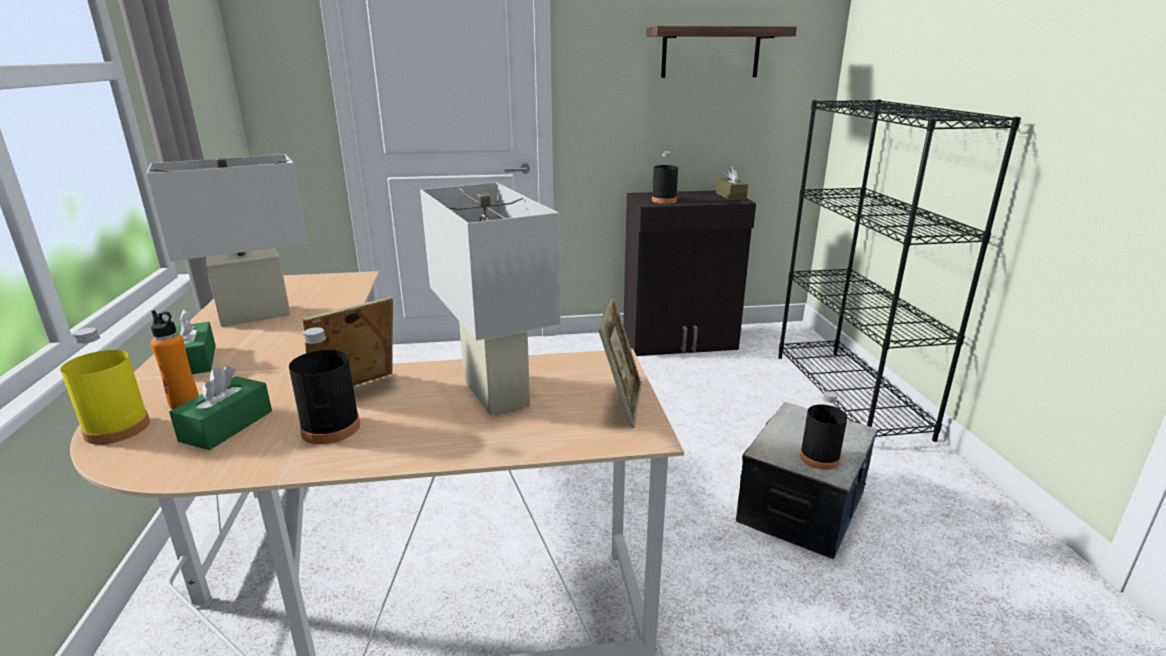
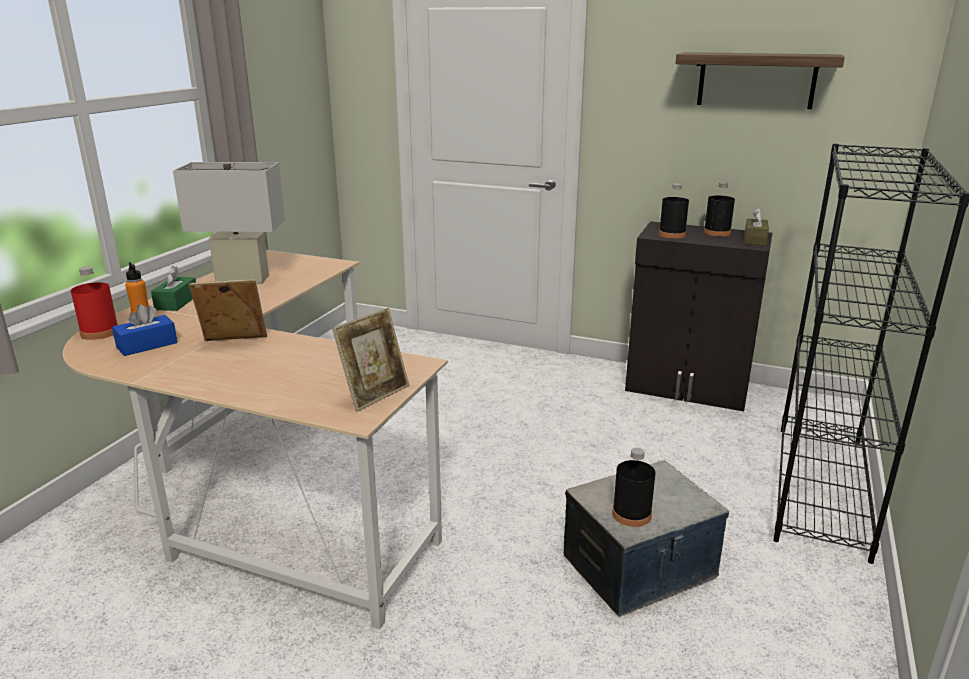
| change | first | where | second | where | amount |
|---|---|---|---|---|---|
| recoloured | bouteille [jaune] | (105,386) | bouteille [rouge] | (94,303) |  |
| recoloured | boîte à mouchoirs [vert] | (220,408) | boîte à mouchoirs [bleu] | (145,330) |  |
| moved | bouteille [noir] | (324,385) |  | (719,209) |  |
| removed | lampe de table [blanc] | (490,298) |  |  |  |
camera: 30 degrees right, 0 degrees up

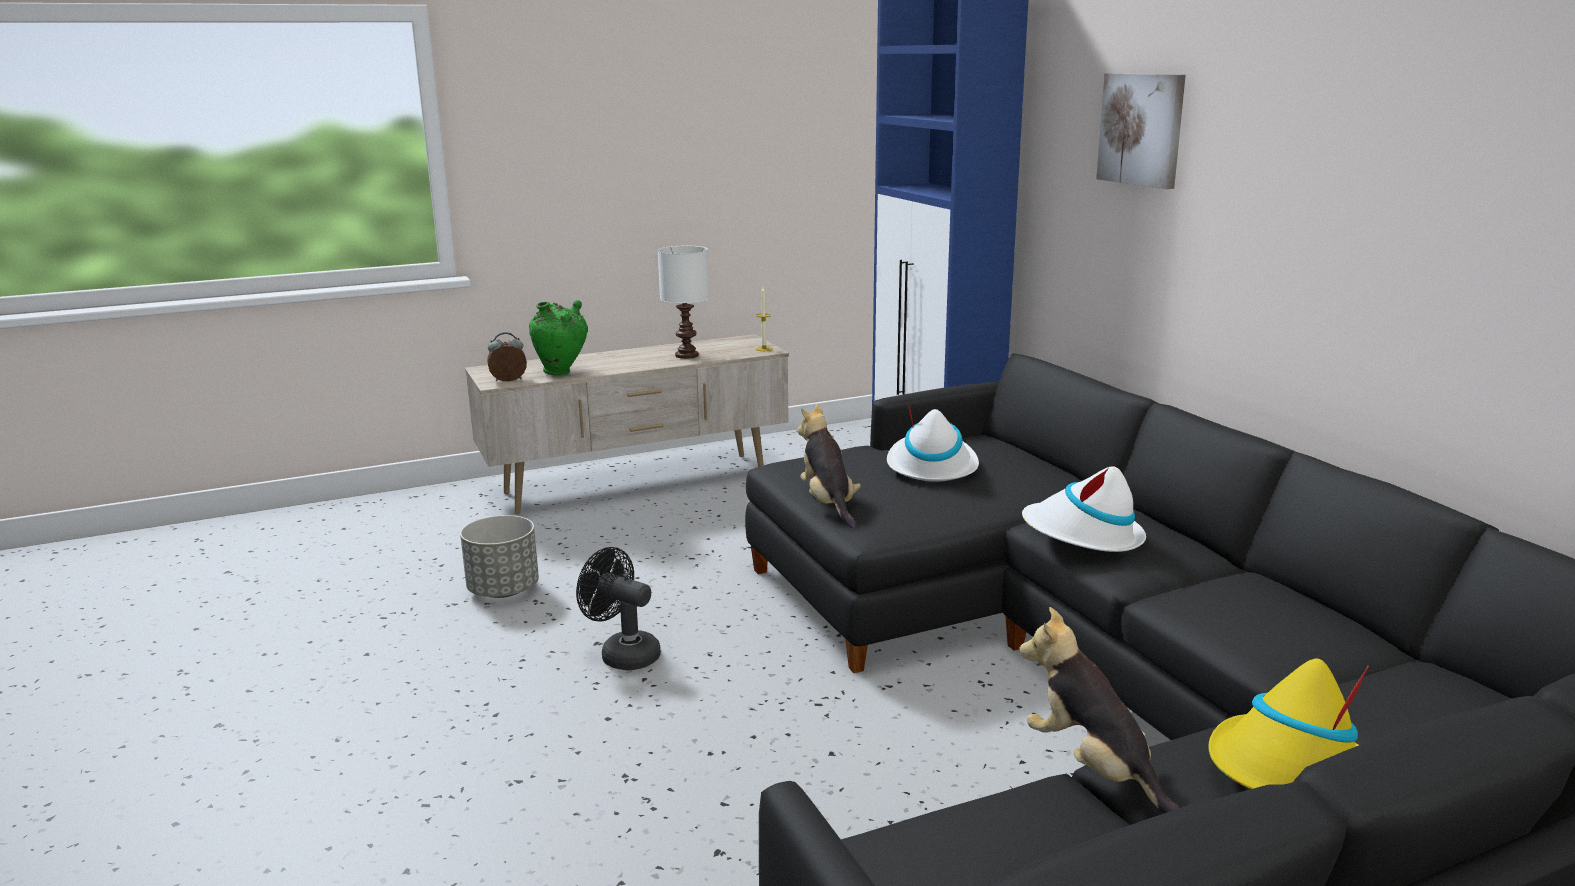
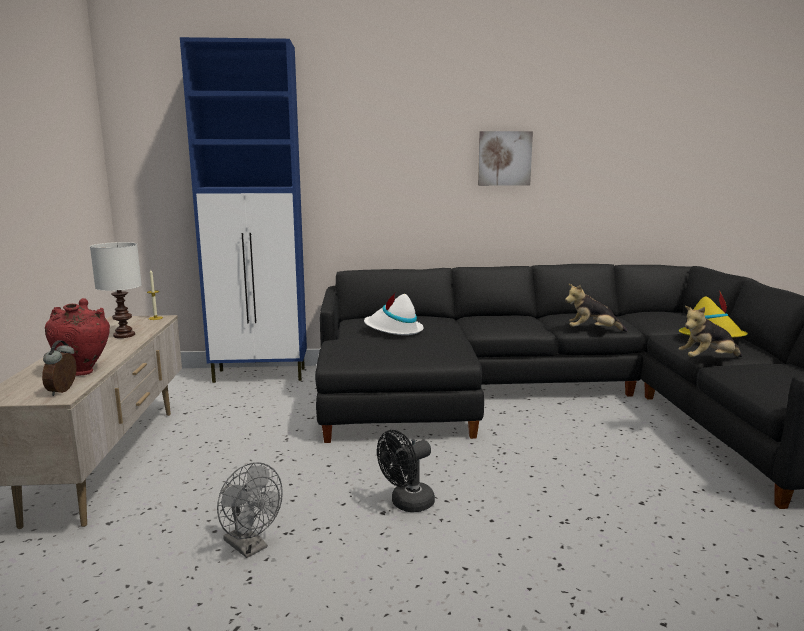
| change | first | where | second | where | amount |
|---|---|---|---|---|---|
| replaced | cache-pot [gris] | (499,556) | ventilateur [gris] | (250,510) |  |
| recoloured | vase [vert] | (558,337) | vase [rouge] | (77,337) |  |
| moved | peluche | (829,466) |  | (596,308) |  |
| removed | chapeau [blanc] | (1084,509) |  |  |  |
| moved | tableau | (1141,131) |  | (505,158) |  |
camera: 70 degrees left, 5 degrees down

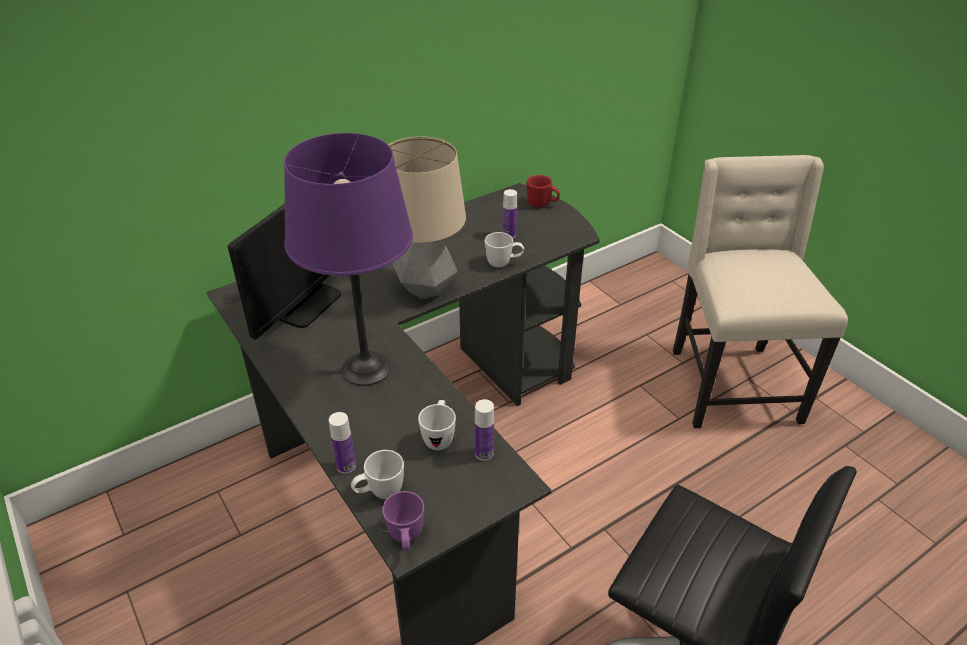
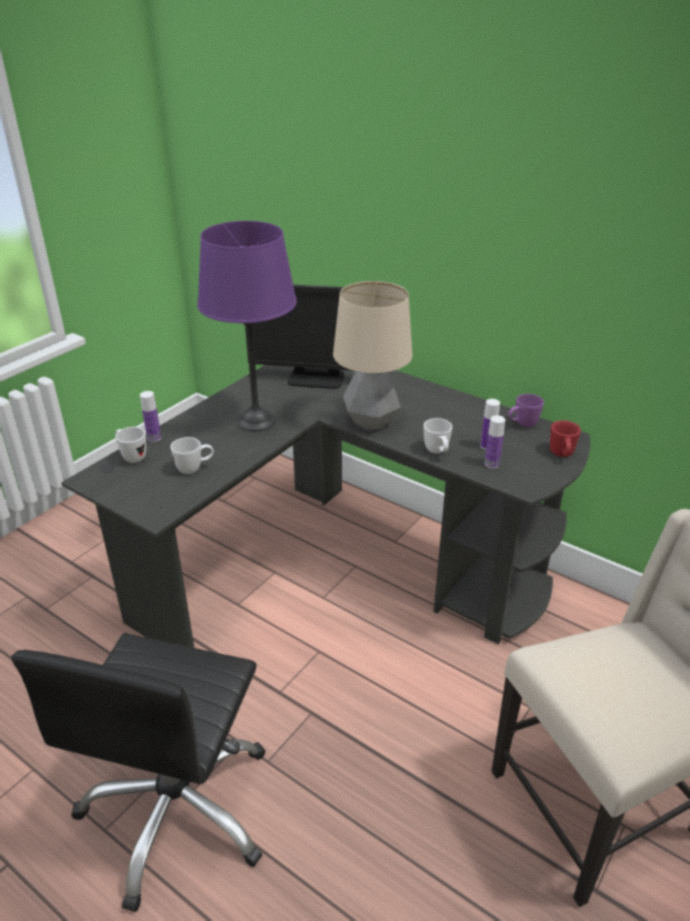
| change | first | where | second | where | amount |
|---|---|---|---|---|---|
| moved | mug [violet] | (403,521) |  | (526,410) |  |
| moved | bouteille | (484,430) |  | (495,441) |  |
camera: 70 degrees right, 5 degrees down

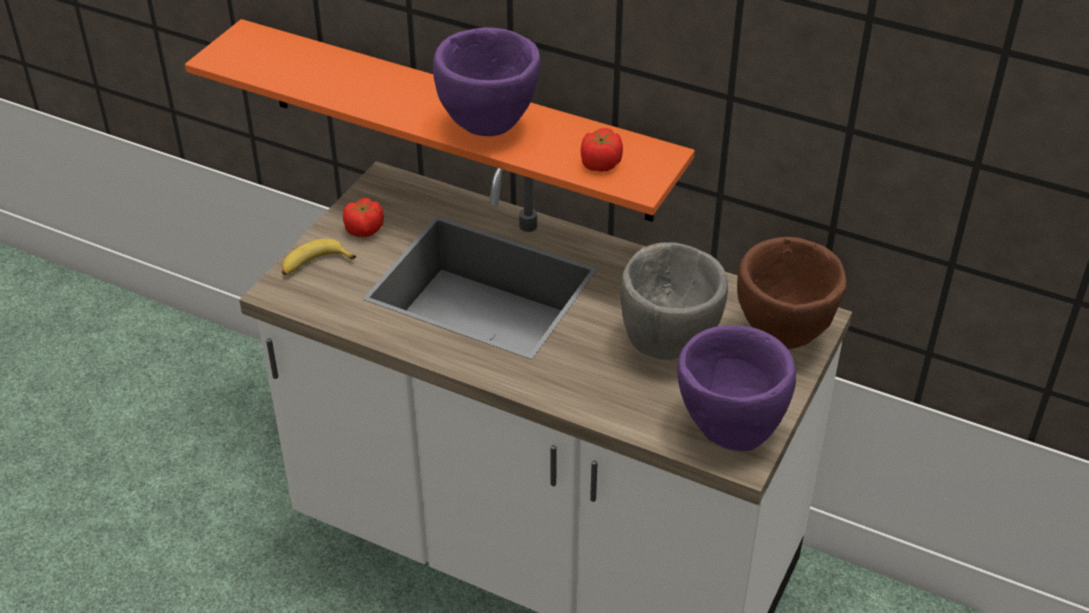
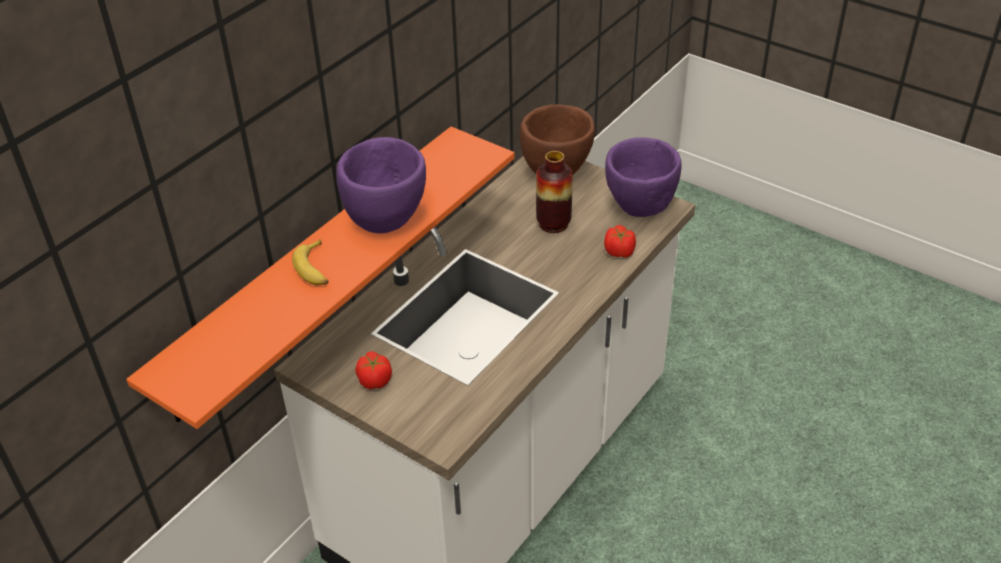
| change | first | where | second | where | amount |
|---|---|---|---|---|---|
| moved | banane | (319,257) |  | (310,262) |  |
| moved | tomate | (602,150) |  | (620,241) |  |
| replaced | bol [gris] | (674,301) | vase | (554,192) |  |
camera: 80 degrees left, 0 degrees up

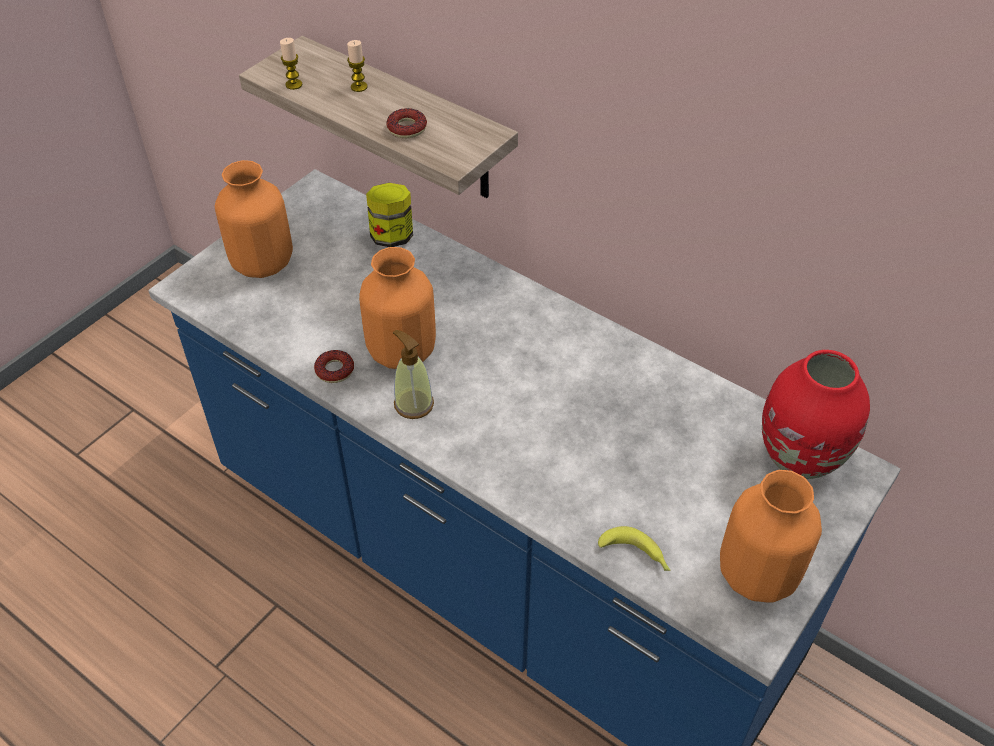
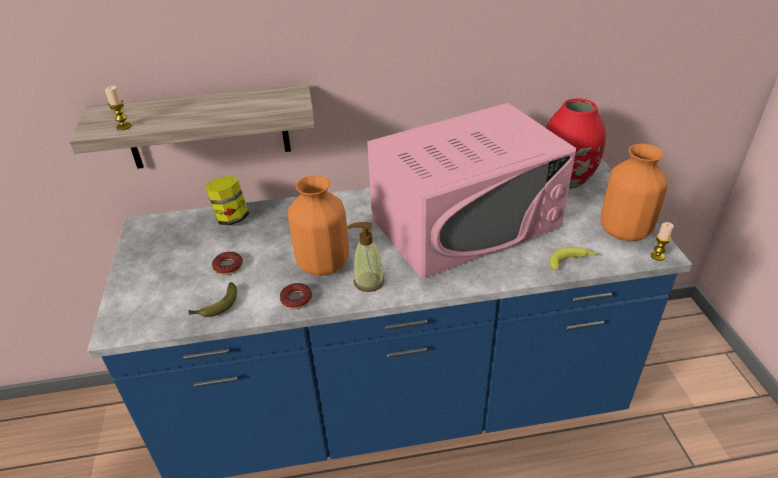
| change | first | where | second | where | amount |
|---|---|---|---|---|---|
| removed | vase [orange] | (254,219) |  |  |  |
| moved | bougie | (357,66) |  | (662,241) |  |
| moved | beignet | (406,123) |  | (227,263) |  |
| added |  |  | banane | (212,299) |  |
| added |  |  | micro-ondes [rose] | (471,191) |  |
camera: 45 degrees left, 10 degrees down

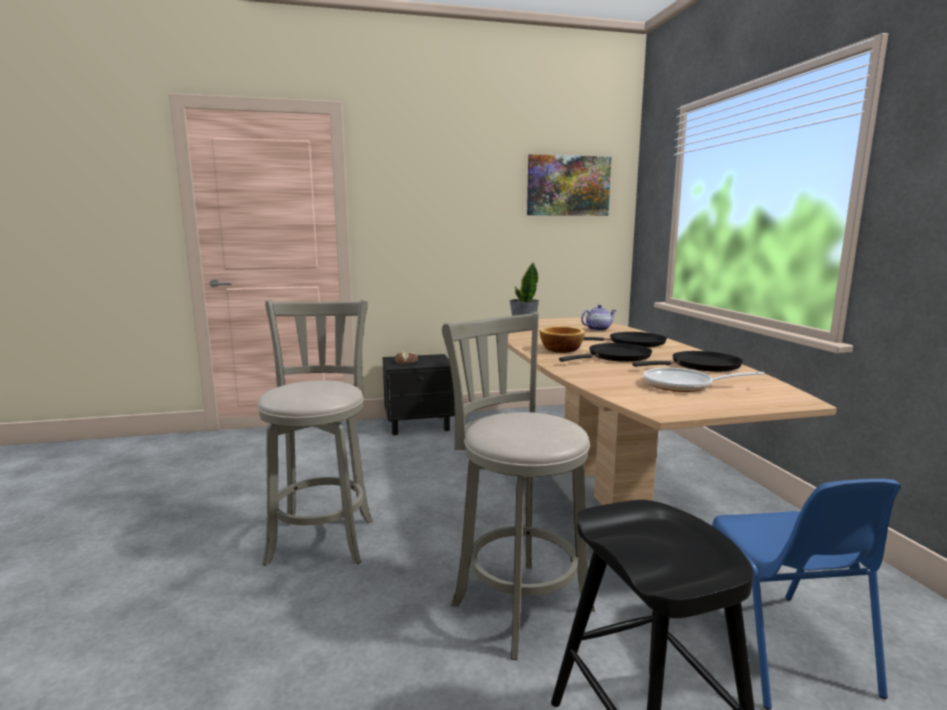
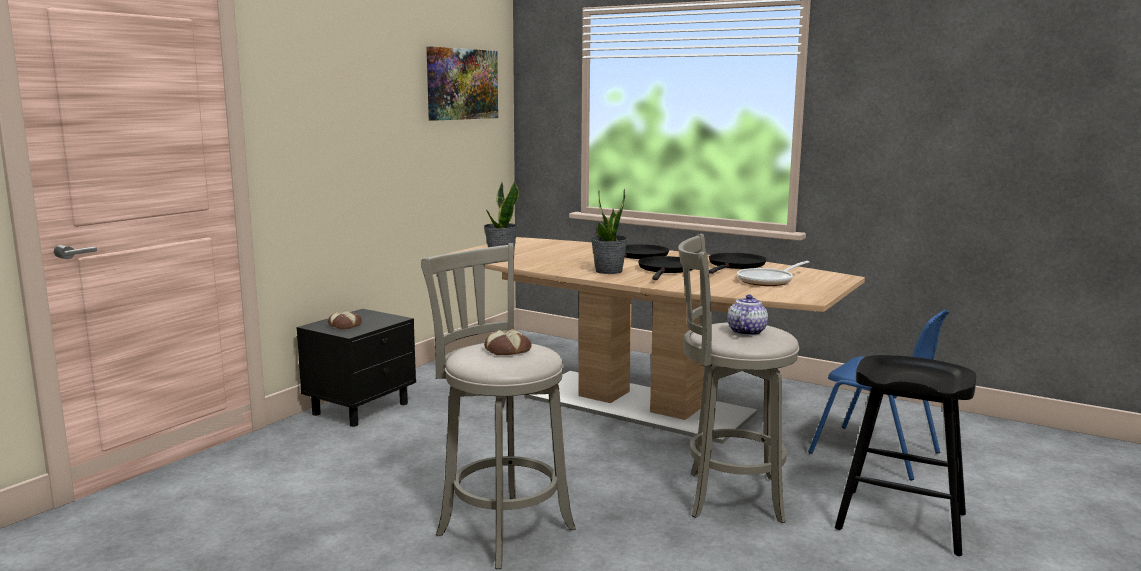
| change | first | where | second | where | amount |
|---|---|---|---|---|---|
| replaced | bol | (562,339) | plante en pot | (609,231) |  |
| moved | théière | (598,318) |  | (747,315) |  |
| added |  |  | pain | (508,342) |  |
camera: 45 degrees left, 0 degrees up

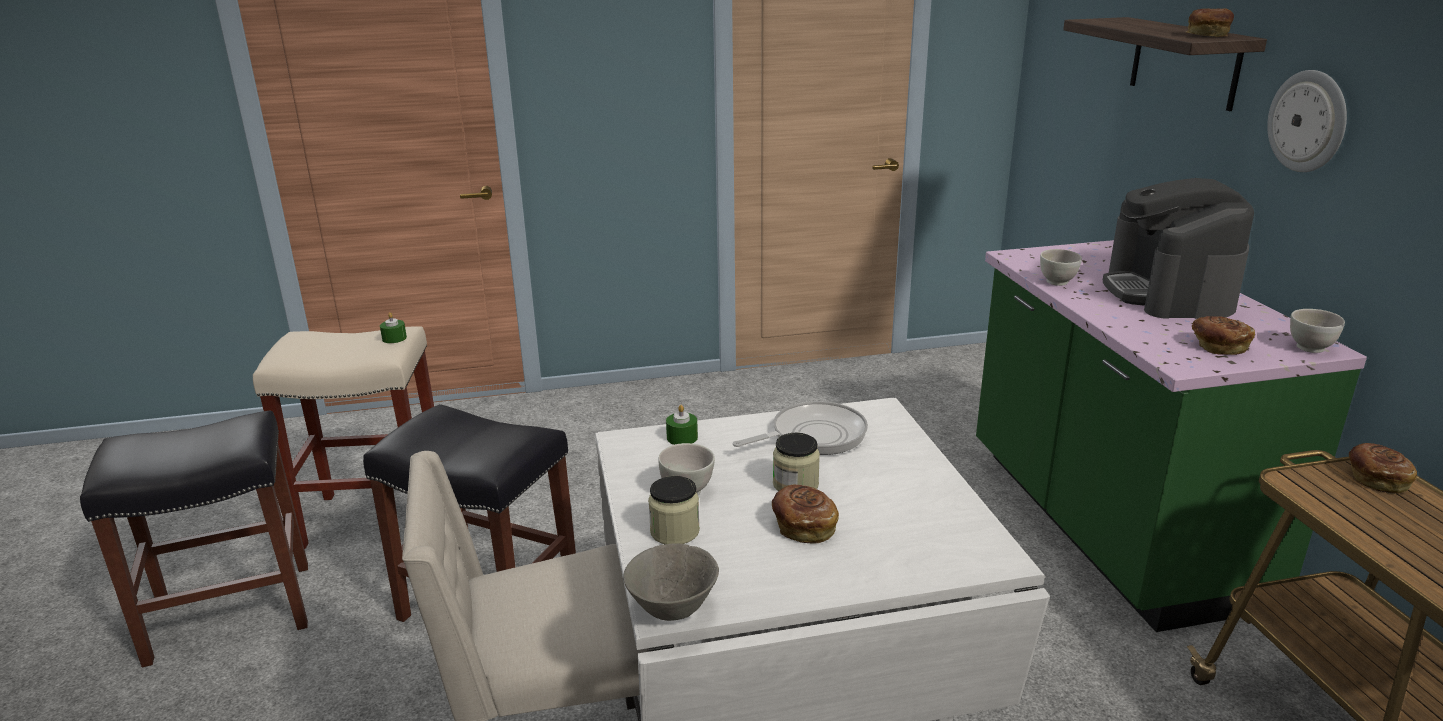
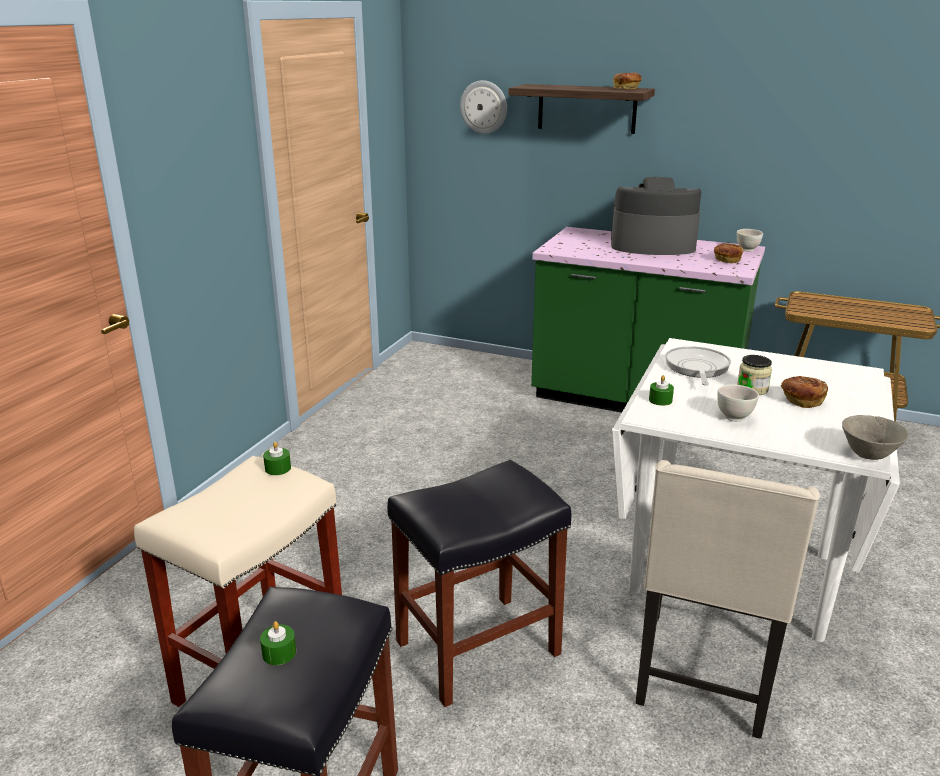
| change | first | where | second | where | amount |
|---|---|---|---|---|---|
| removed | bocal | (674,510) |  |  |  |
| removed | bol [blanc] | (1061,267) |  |  |  |
| turned | machine à café | (1178,248) |  | (656,216) | 150 degrees clockwise |
| moved | horloge murale | (1307,121) |  | (483,107) |  |
| removed | pain | (1383,468) |  |  |  |
| added |  |  | bougie [vert] | (278,643) |  |
camera: 55 degrees left, 0 degrees up

